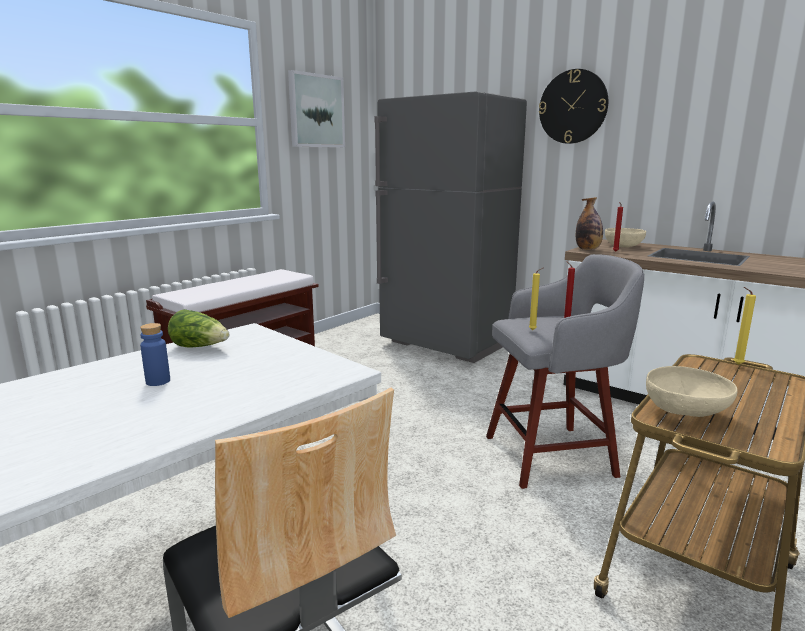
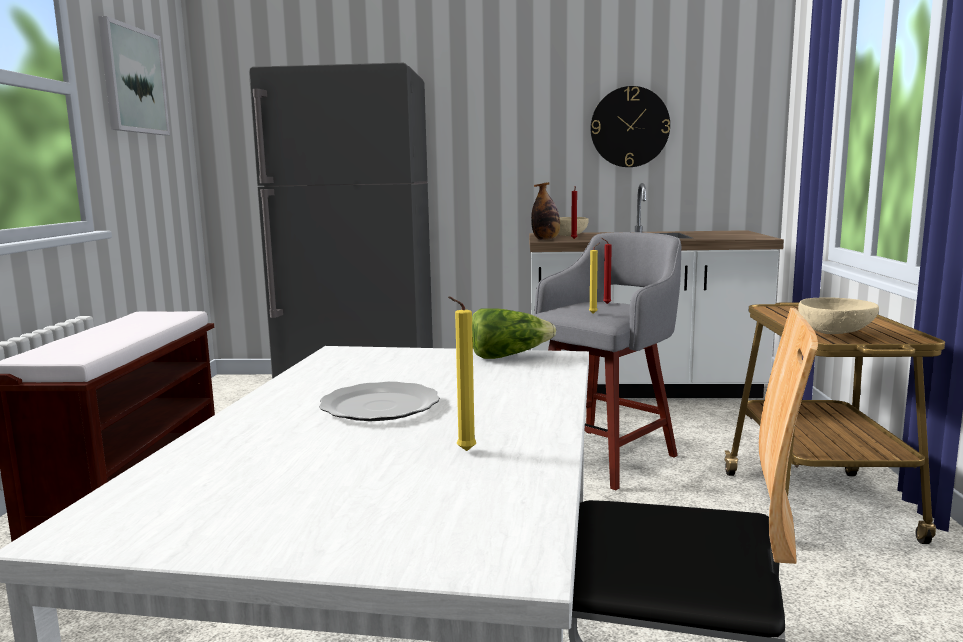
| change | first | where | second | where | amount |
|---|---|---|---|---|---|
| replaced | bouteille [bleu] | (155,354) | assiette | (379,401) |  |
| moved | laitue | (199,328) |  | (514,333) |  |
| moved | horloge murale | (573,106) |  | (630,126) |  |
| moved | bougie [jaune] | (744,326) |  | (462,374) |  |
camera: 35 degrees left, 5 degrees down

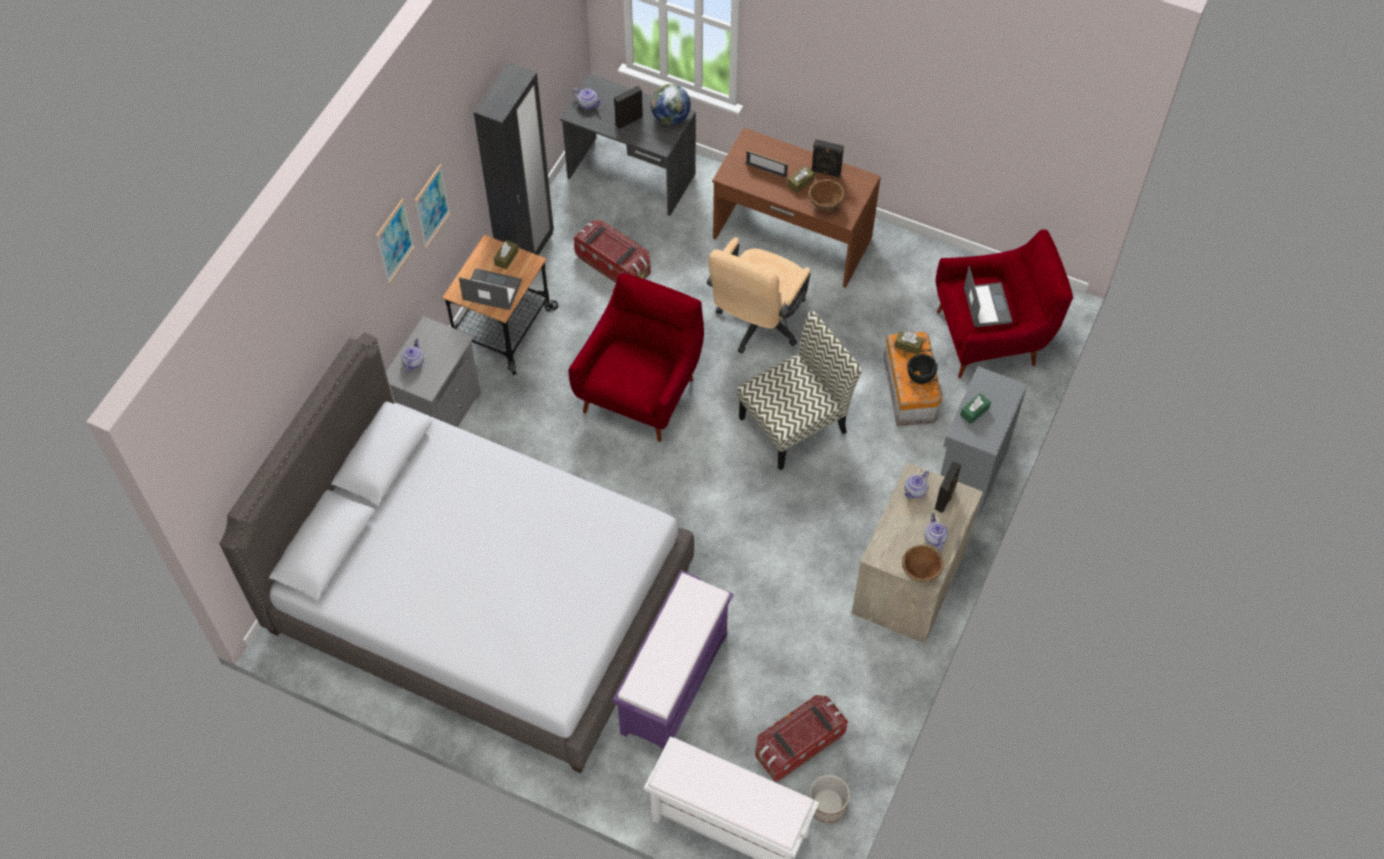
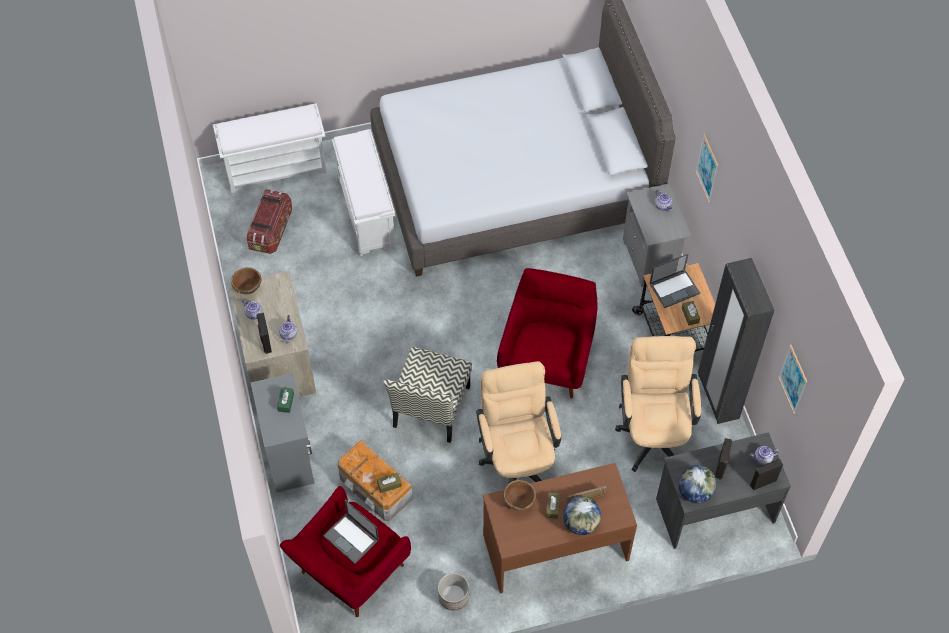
| change | first | where | second | where | amount |
|---|---|---|---|---|---|
| moved | tableau | (432,207) |  | (792,379) |  |
| turned | fauteuil [rouge] | (636,357) |  | (547,333) | 150 degrees counterclockwise |
| replaced | boîte de rangement | (612,251) | chaise de bureau [beige] | (658,404) |  |
| recoloured | banc [violet] | (673,659) | banc [blanc] | (364,192) |  |
| moved | cache-pot | (829,799) |  | (453,592) |  |
| moved | enceinte [noir] | (827,158) |  | (766,474) |  |
| removed | bol [noir] | (922,369) |  |  |  |
| added |  |  | globe | (582,515) |  |
camera: 140 degrees right, 0 degrees up

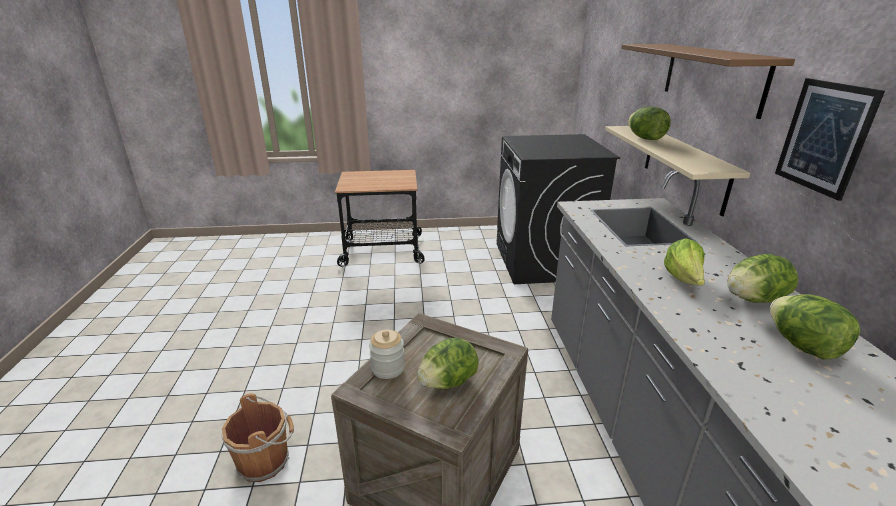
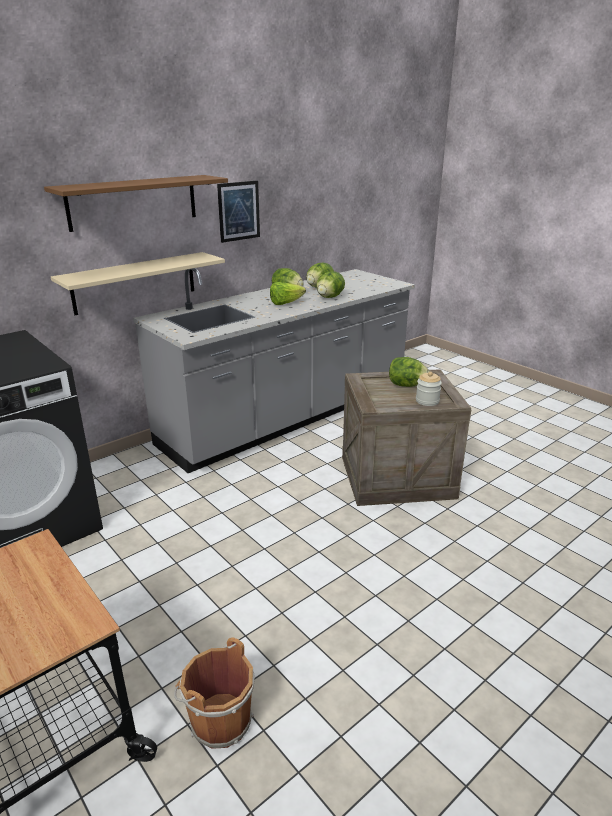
| change | first | where | second | where | amount |
|---|---|---|---|---|---|
| moved | seau [marron] | (258,437) |  | (214,693) |  |
| moved | laitue | (649,123) |  | (330,284) |  |
camera: 125 degrees left, 0 degrees up

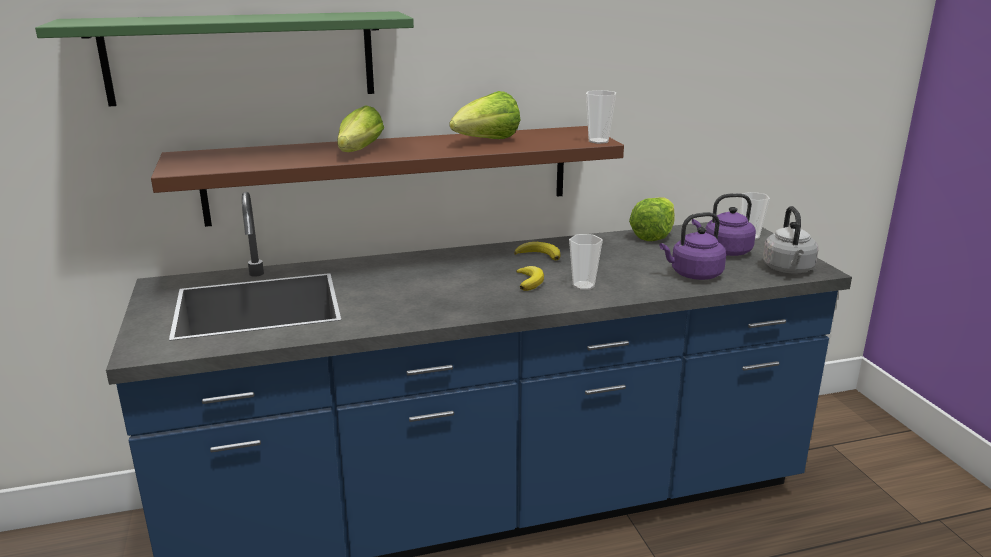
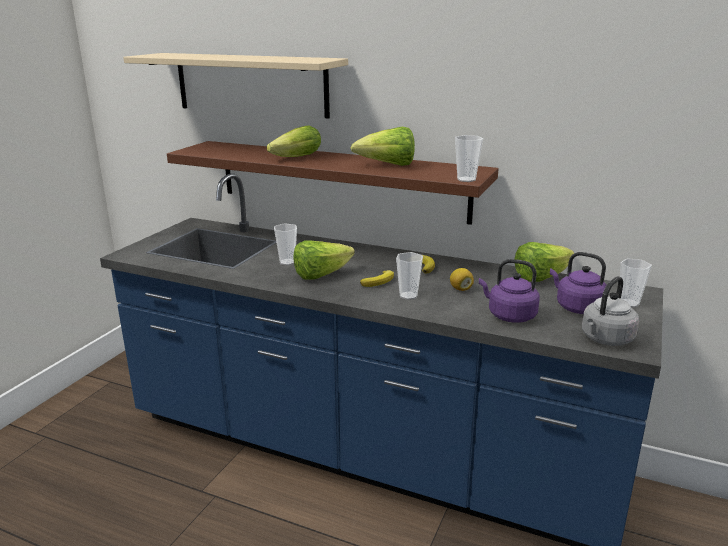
| change | first | where | second | where | amount |
|---|---|---|---|---|---|
| recoloured | étagère [vert] | (224,58) | étagère [beige] | (235,86) |  |
| added |  |  | tasse | (285,244) |  |
| added |  |  | laitue | (324,260) |  |
| added |  |  | citron | (462,279) |  |
camera: 40 degrees right, 0 degrees up

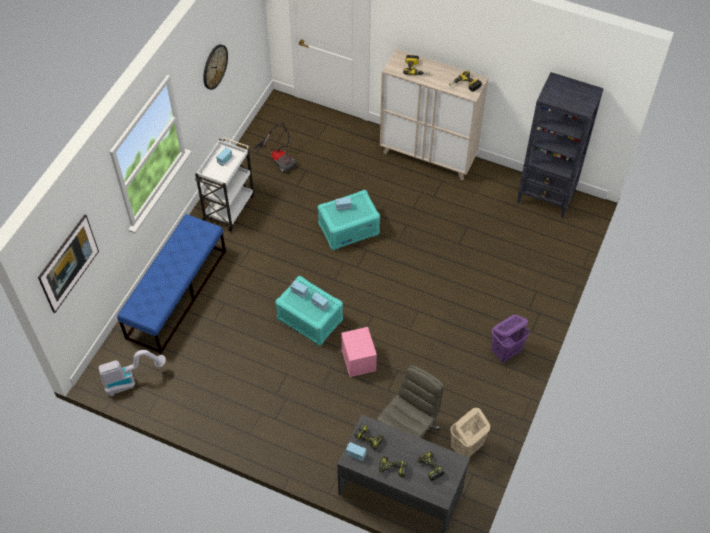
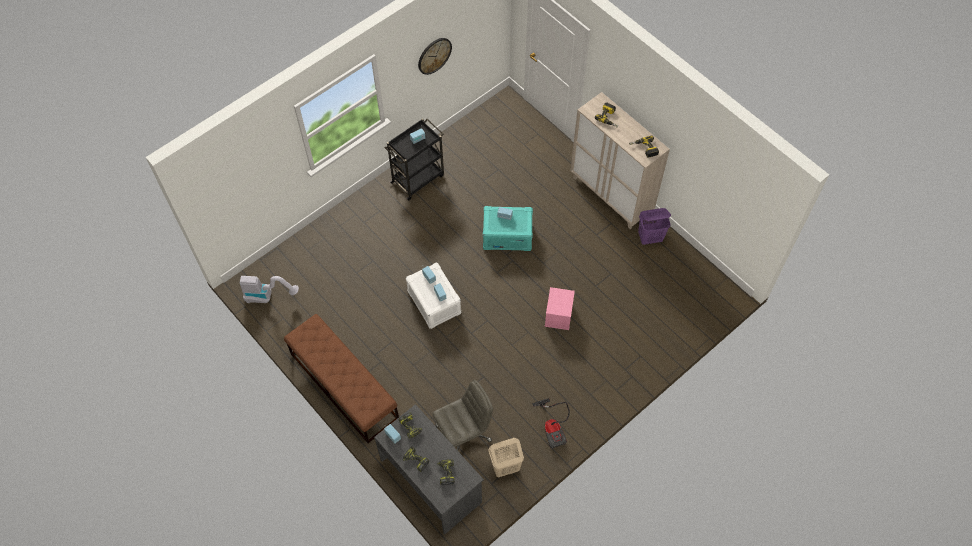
| change | first | where | second | where | amount |
|---|---|---|---|---|---|
| removed | tableau | (68,263) |  |  |  |
| removed | banc [bleu] | (171,284) |  |  |  |
| recoloured | chariot [blanc] | (224,184) | chariot [noir] | (414,159) |  |
| moved | aspirateur | (274,148) |  | (551,423) |  |
| recoloured | boîte de rangement [turquoise] | (309,311) | boîte de rangement [blanc] | (433,296) |  |
| moved | boîte de rangement [rose] | (359,352) |  | (560,308) |  |
| moved | panier à linge [violet] | (510,338) |  | (654,226) |  |
| removed | bibliothèque [noir] | (560,145) |  |  |  |
| added |  |  | banc [marron] | (341,378) |  |
camera: 25 degrees right, 5 degrees up

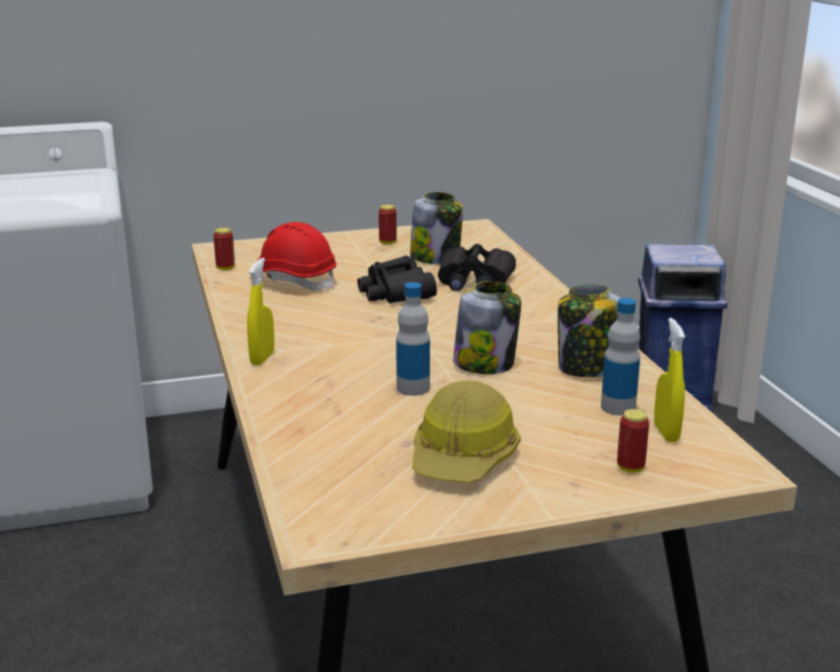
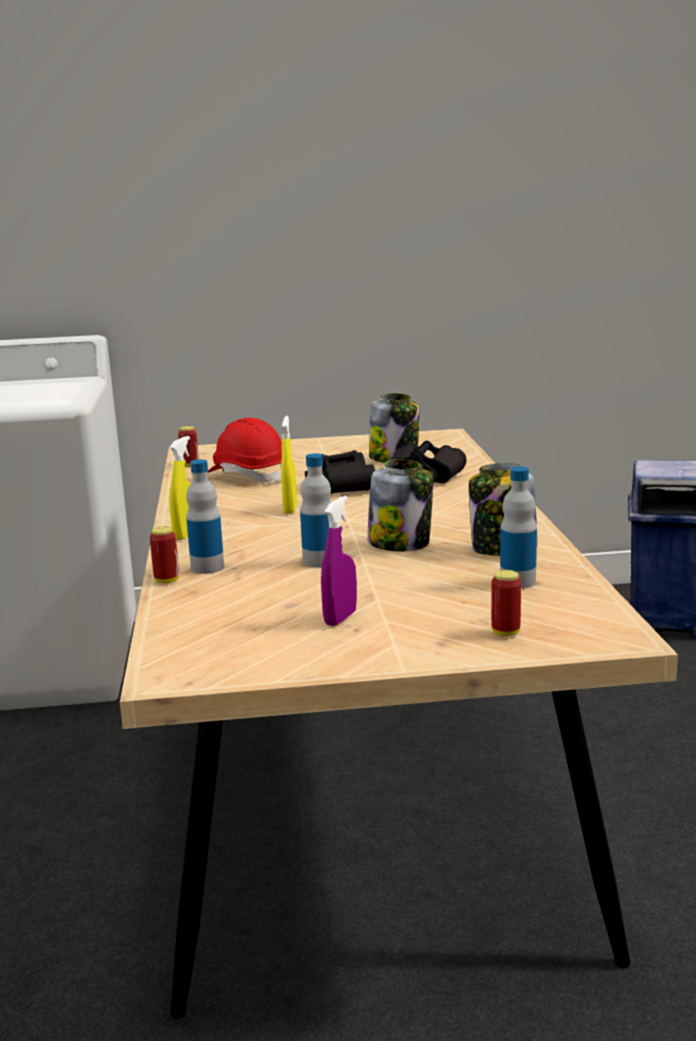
| change | first | where | second | where | amount |
|---|---|---|---|---|---|
| moved | boîte métallique | (388,224) |  | (164,554) |  |
| replaced | casque de chantier | (466,432) | vaporisateur [violet] | (339,561) |  |
| moved | vaporisateur [jaune] | (669,380) |  | (289,465) |  |
| added |  |  | bouteille | (205,516) |  |
camera: 10 degrees right, 5 degrees down

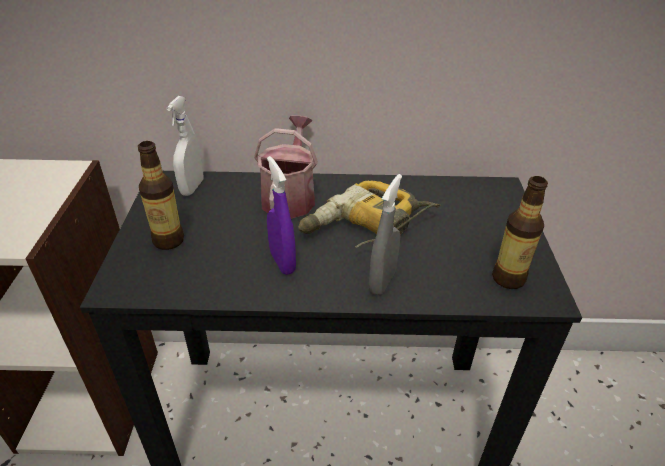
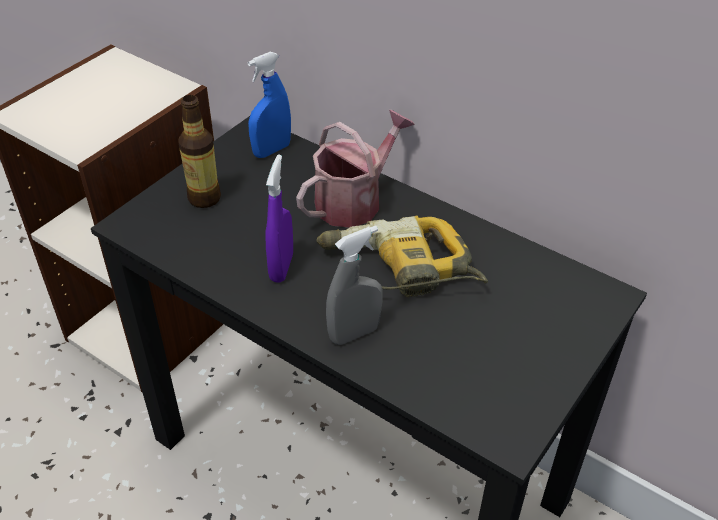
| change | first | where | second | where | amount |
|---|---|---|---|---|---|
| recoloured | vaporisateur [blanc] | (185,146) | vaporisateur [bleu] | (269,105) |  |
| removed | bouteille | (520,232) |  |  |  |
camera: 35 degrees right, 5 degrees up

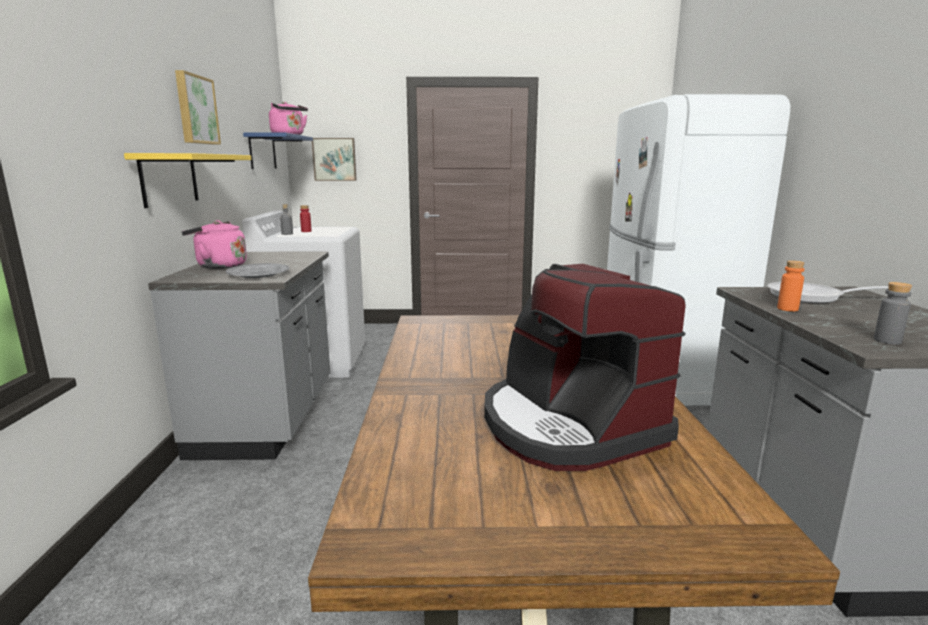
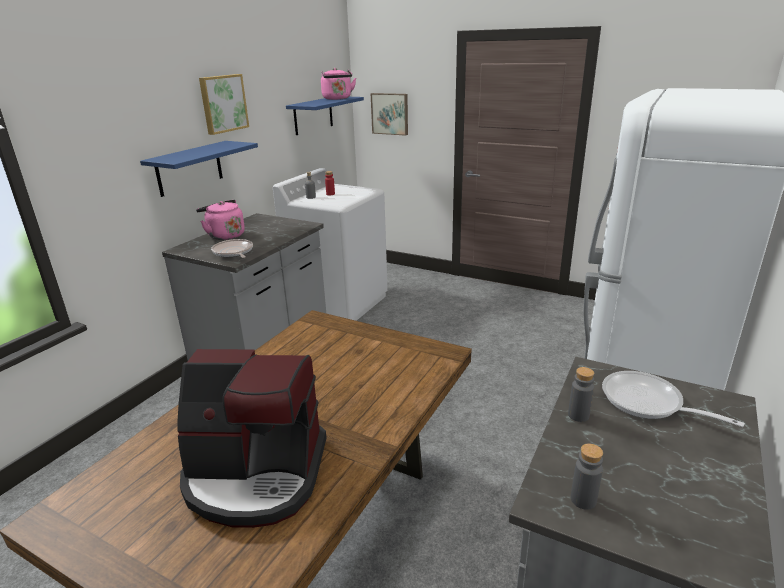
| change | first | where | second | where | amount |
|---|---|---|---|---|---|
| recoloured | étagère [jaune] | (187,180) | étagère [bleu] | (199,169) |  |
| replaced | assiette [gris] | (257,270) | poêle | (232,248) |  |
| turned | machine à café | (585,367) |  | (252,438) | 90 degrees counterclockwise |
| recoloured | bouteille [orange] | (791,286) | bouteille [gris] | (581,394) |  |
camera: 30 degrees right, 10 degrees up

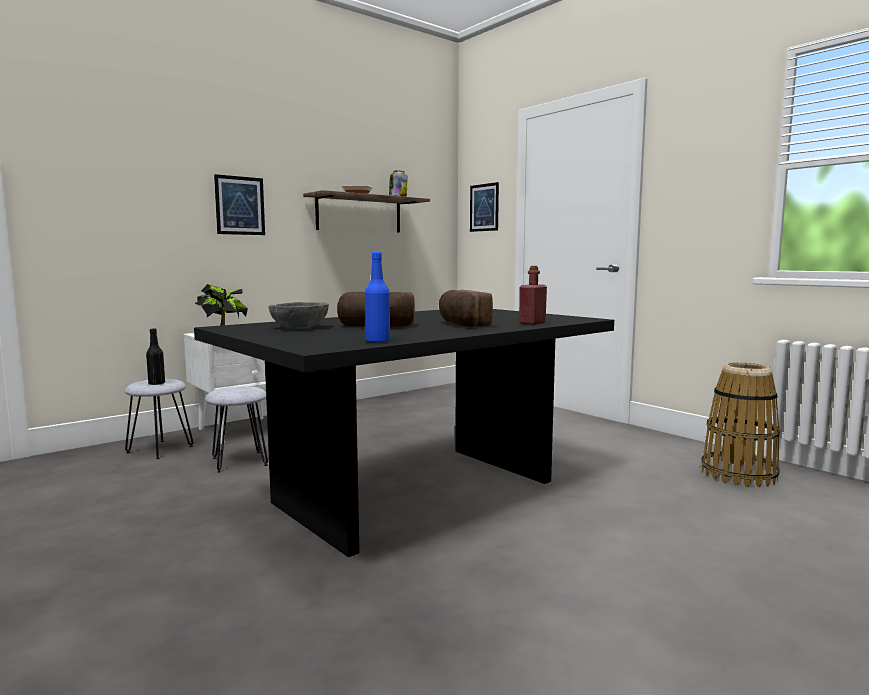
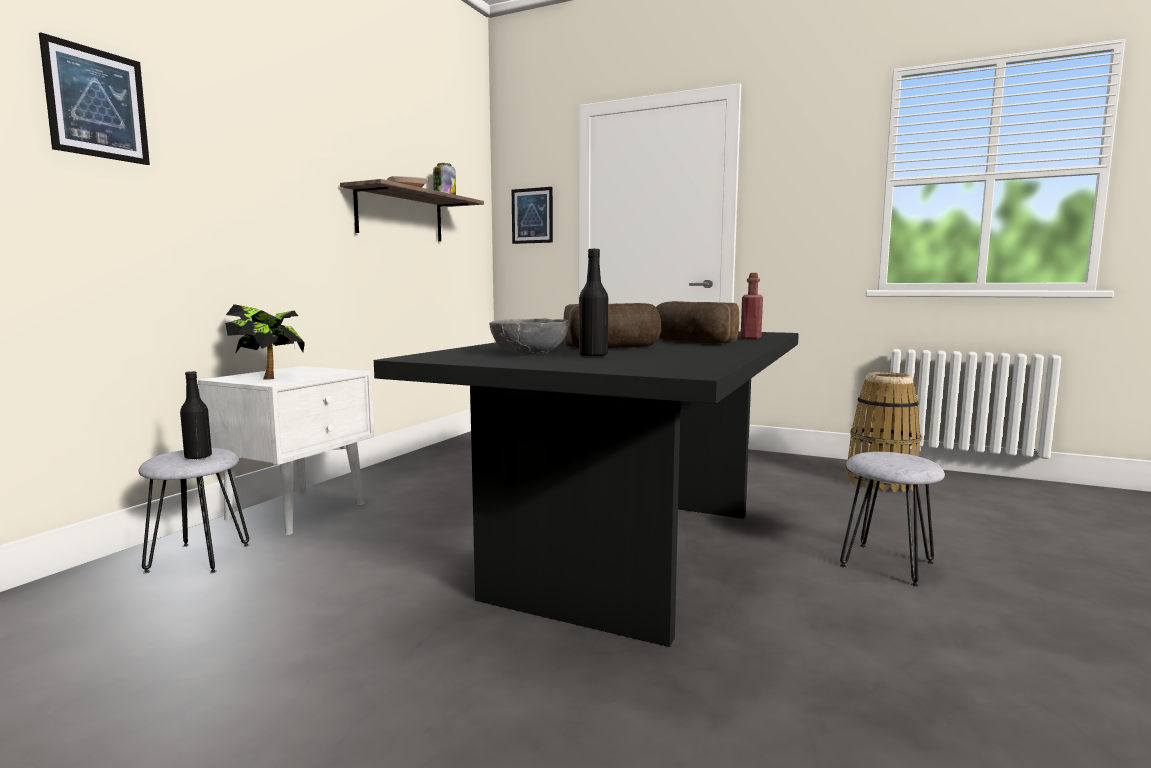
| change | first | where | second | where | amount |
|---|---|---|---|---|---|
| moved | tabouret [gris] | (236,429) |  | (892,519) |  |
| moved | tableau | (239,204) |  | (94,98) |  |
| removed | bouteille [bleu] | (377,297) |  |  |  |
| added |  |  | bouteille [noir] | (593,303) |  |
camera: 25 degrees left, 0 degrees up

